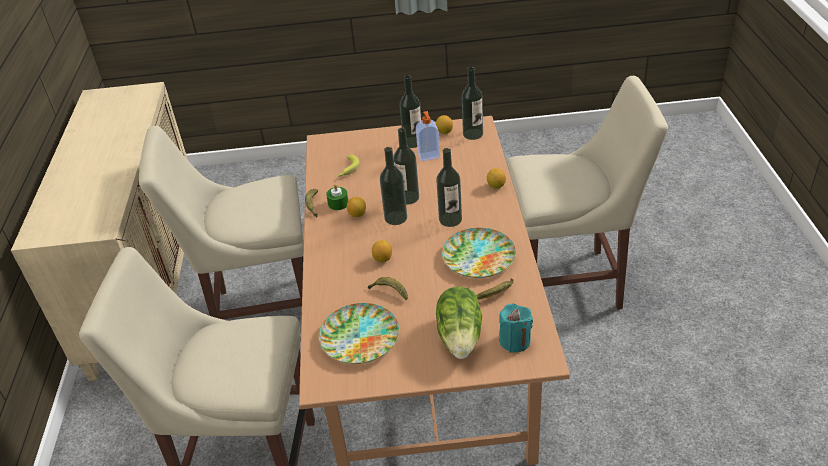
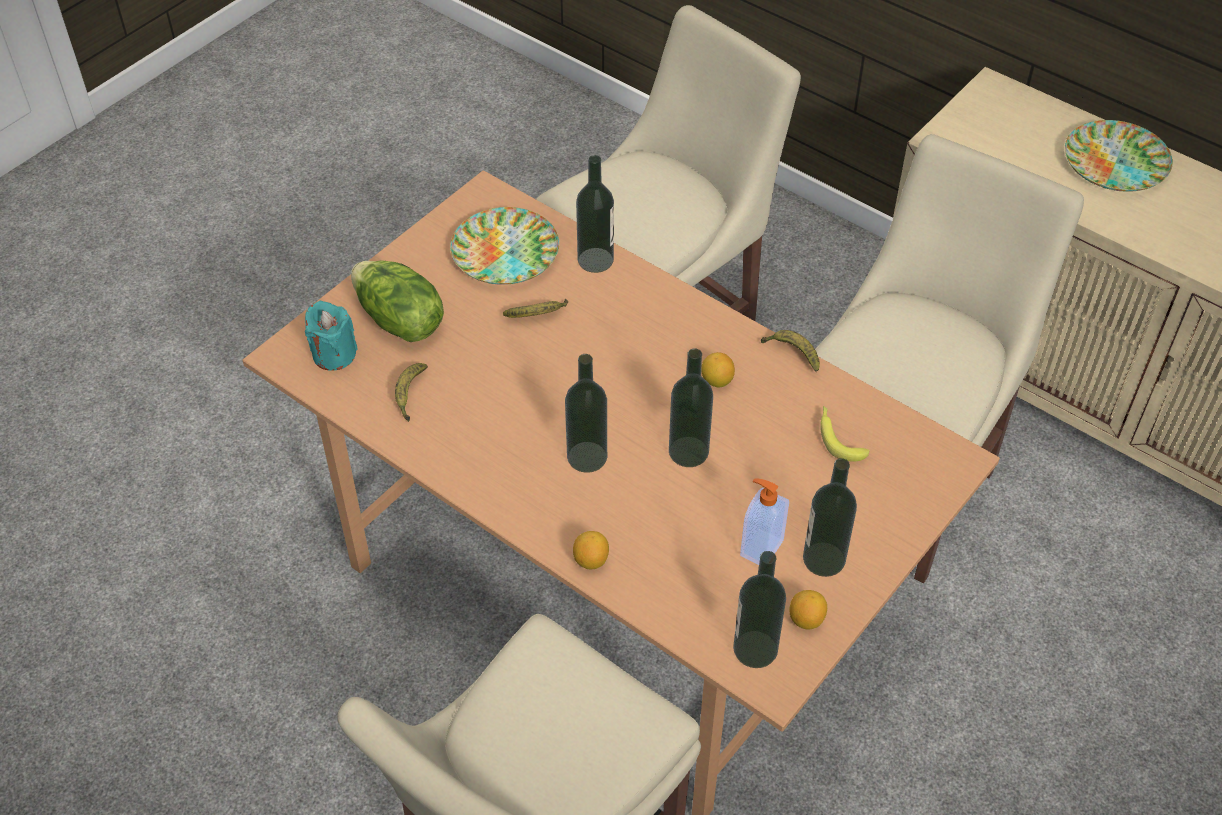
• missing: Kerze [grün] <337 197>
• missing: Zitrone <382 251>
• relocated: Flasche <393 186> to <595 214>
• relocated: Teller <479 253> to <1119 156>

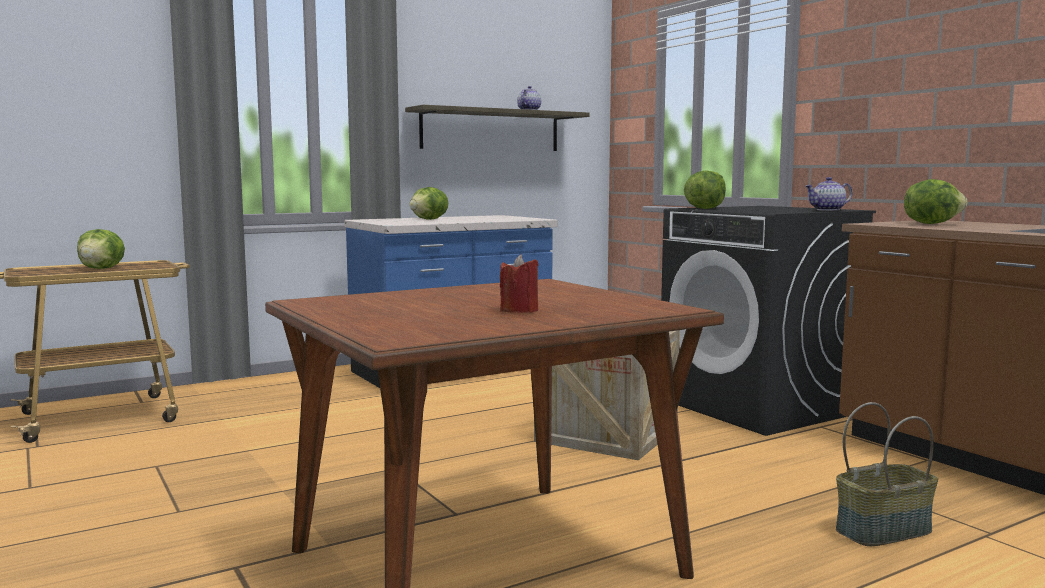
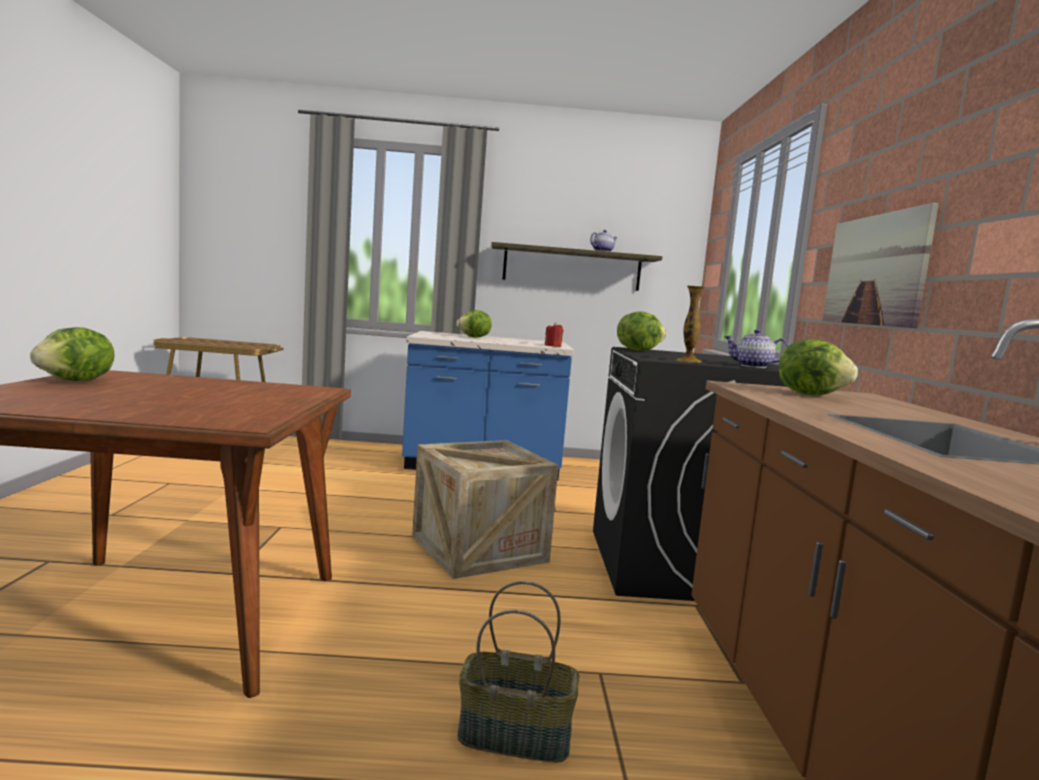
• appeared: Vase <690 324>
• appeared: Bild <880 265>
• relocated: Salatkopf <101 249> to <72 354>
• relocated: Kerze [rot] <519 284> to <554 335>

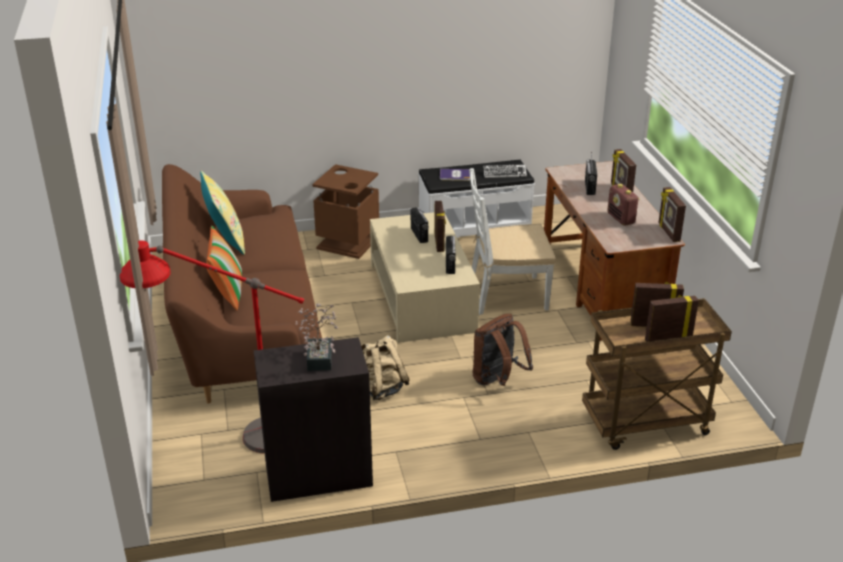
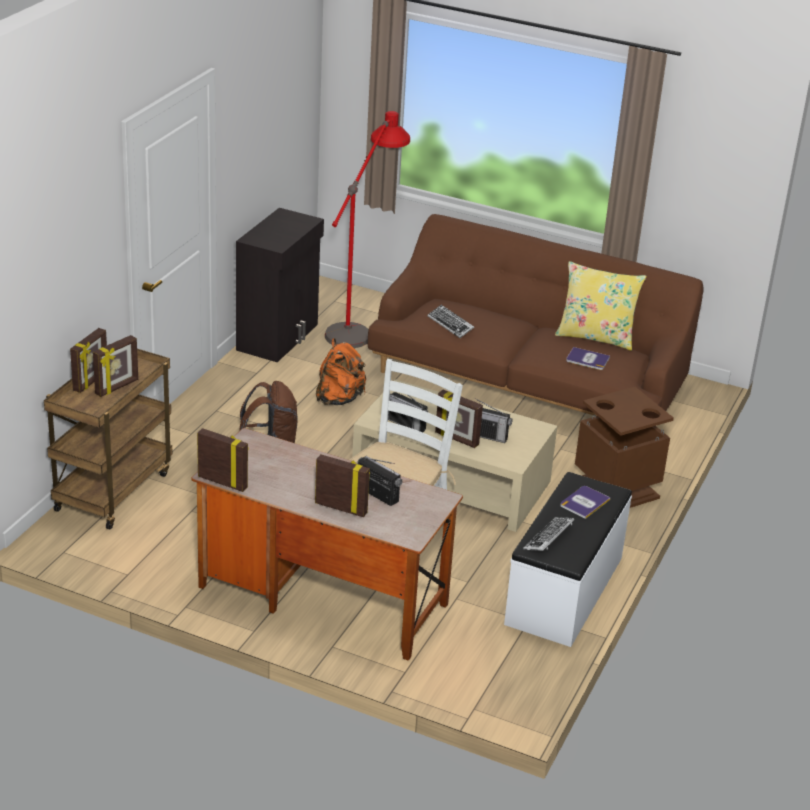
• missing: Kissen <224 268>
• missing: Topfpflanze <317 337>
• missing: Radio <623 205>
• appeared: Tastatur <451 321>
• appeared: Buch <588 358>
• colour: Rucksack [beige] <385 367> to Rucksack [orange] <341 371>

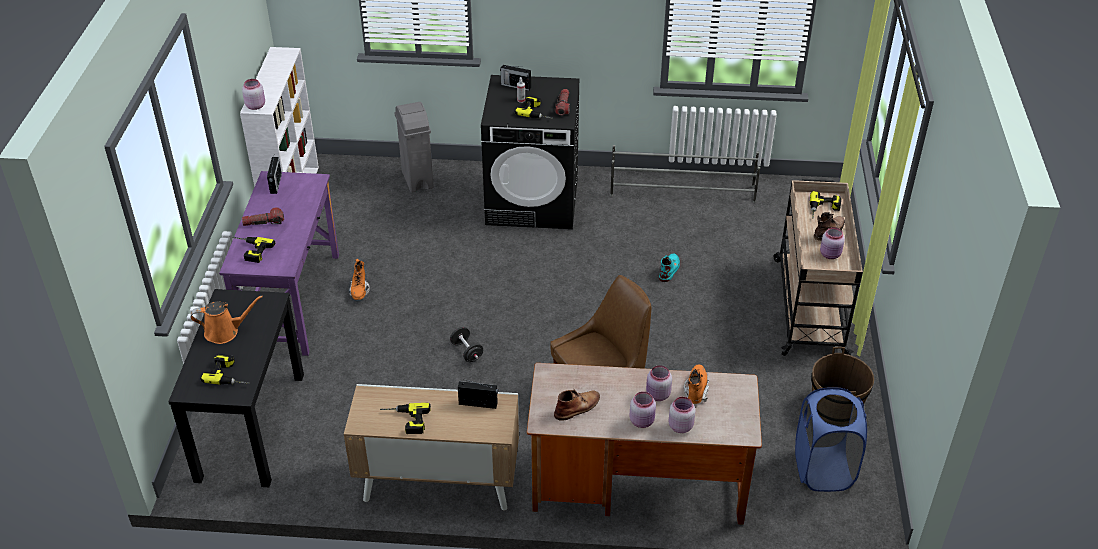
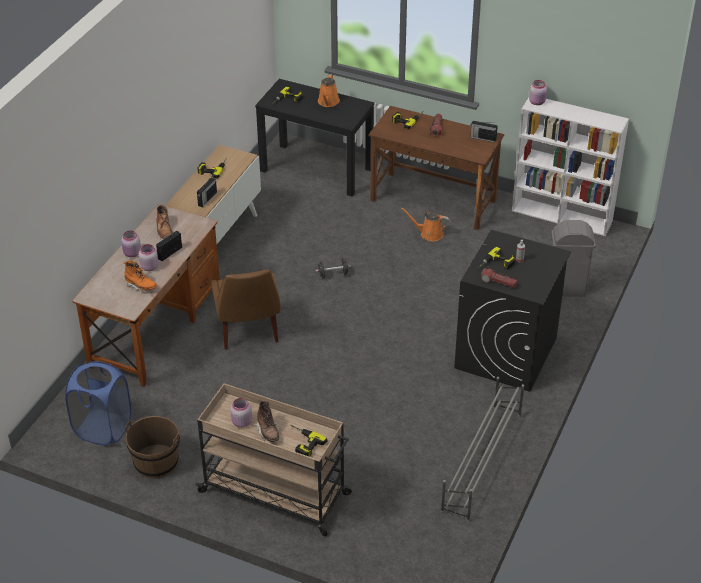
• missing: Stiefel [türkis] <669 268>
• missing: Vorratsglas [rosa] <682 415>
• relocated: Radio <515 78> to <169 246>
• exchanged: Stiefel [orange] <359 279> to Gießkanne [orange] <425 224>
• colour: Schreibtisch [lila] <279 263> to Schreibtisch [braun] <436 168>

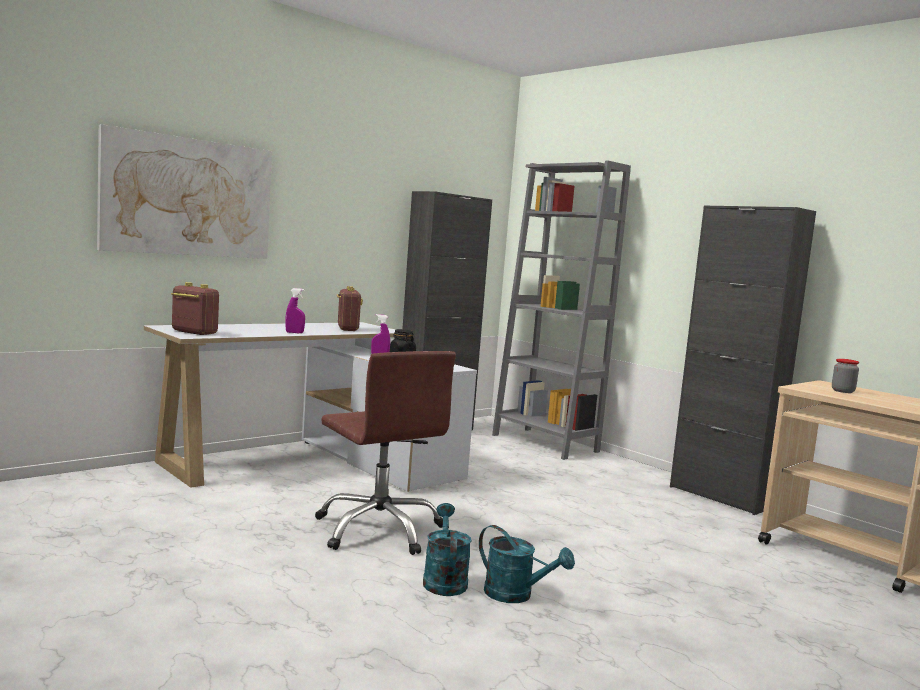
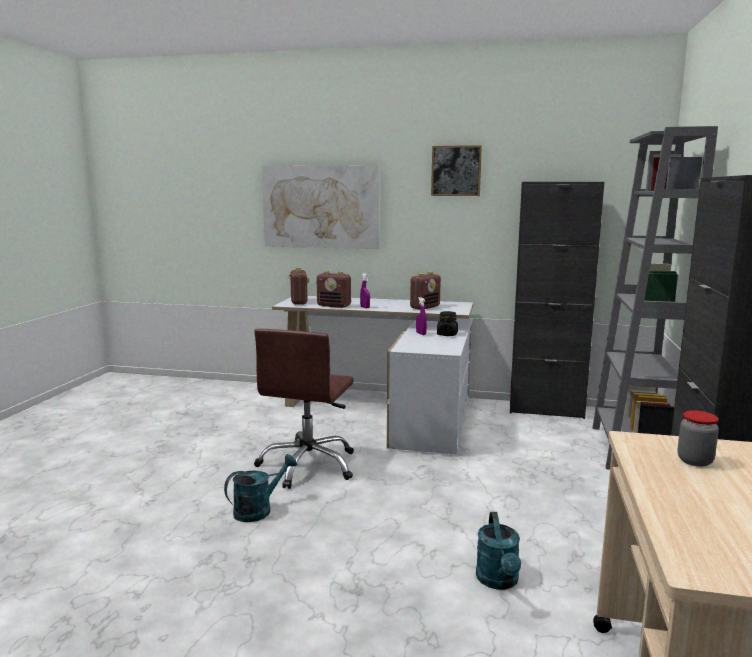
• appeared: Radio <334 289>
• appeared: Bild <456 170>
• relocated: Gießkanne [türkis] <527 564> to <498 551>

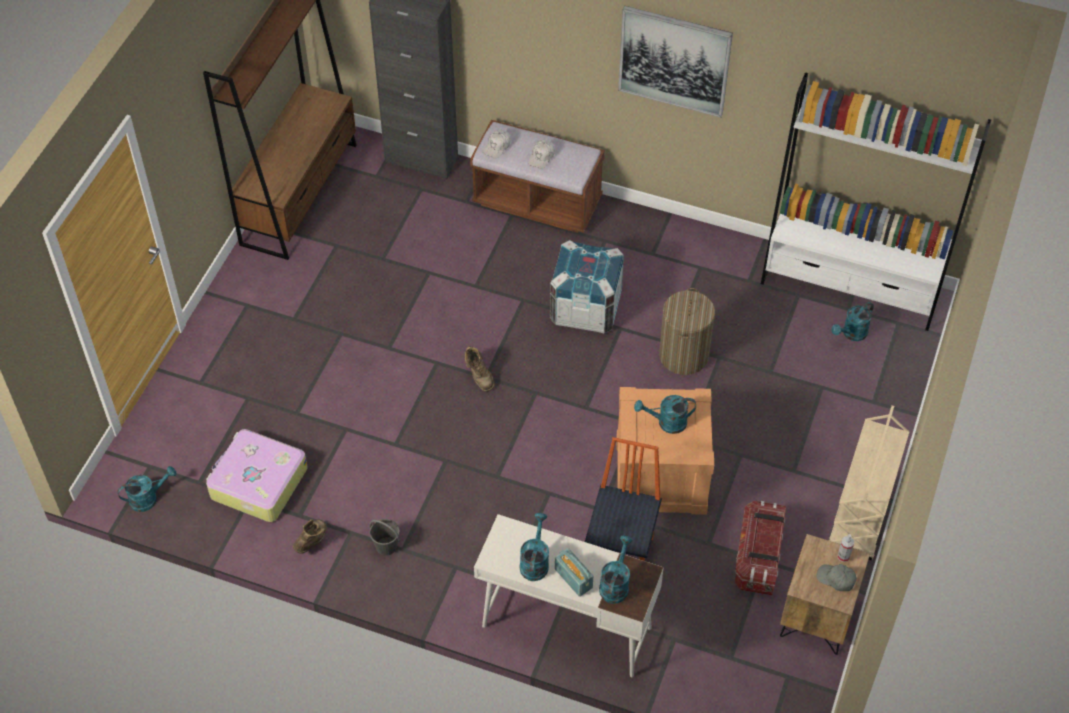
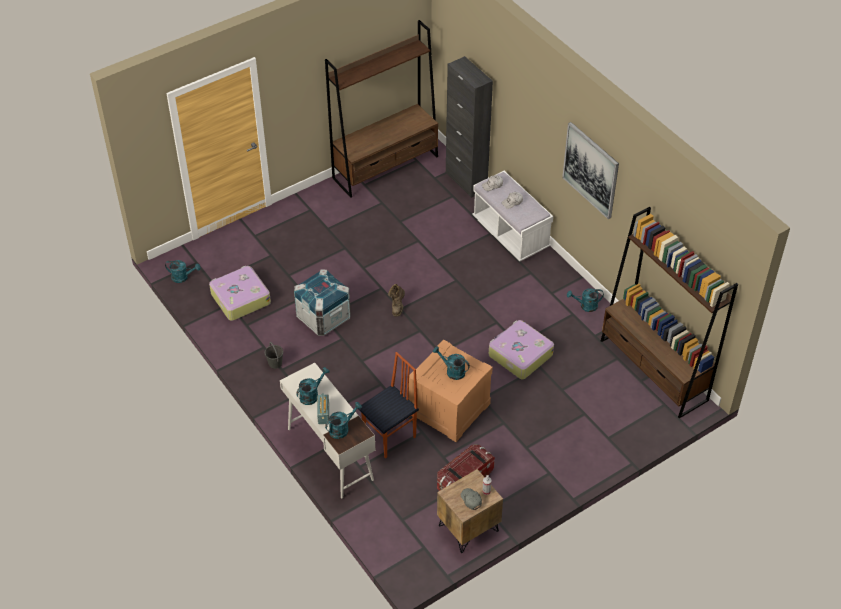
• missing: Stiefel [braun] <310 536>
• missing: Rollwagen [beige] <868 483>
• relocated: Kiste <587 286> to <322 303>
• relocated: Gießkanne [türkis] <852 321> to <585 300>
• exchanged: Wäschekorb <687 331> to Koffer <521 349>
• colour: Bank [braun] <537 176> to Bank [weiß] <512 216>
• colour: Bücherregal [weiß] <876 202> to Bücherregal [braun] <669 313>

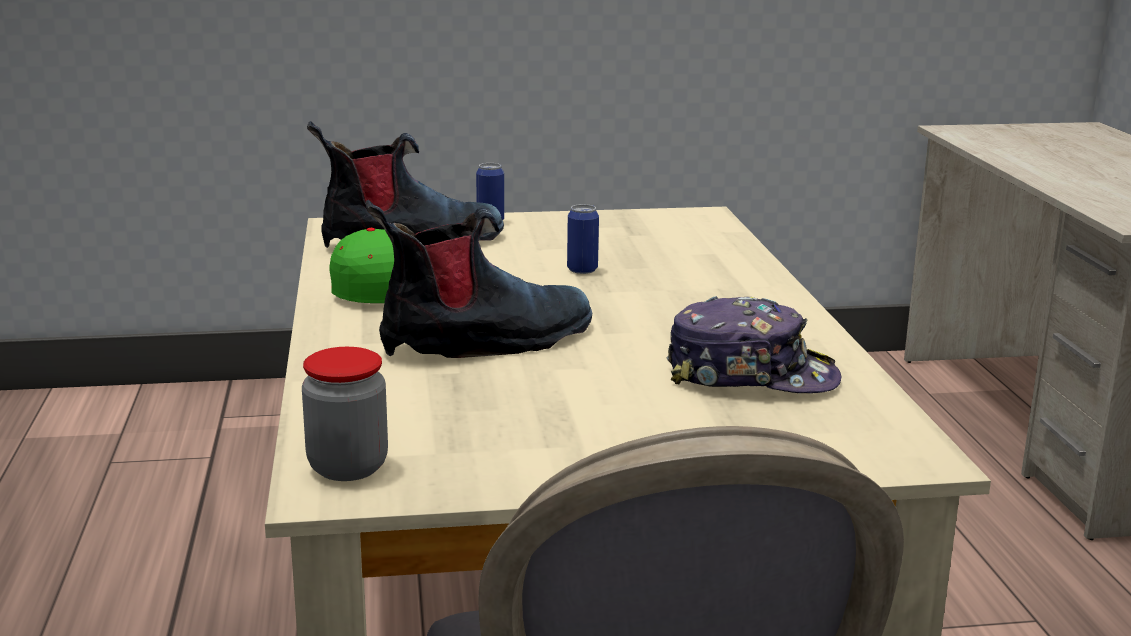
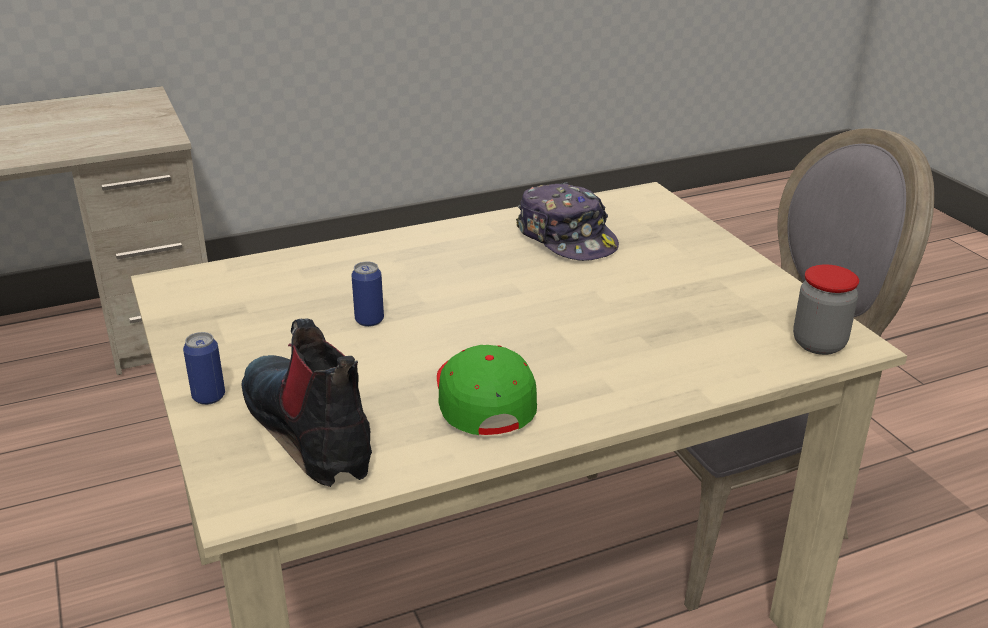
• missing: Stiefel <479 279>
• spun: Kappe <754 344> = <567 221> 150 degrees clockwise

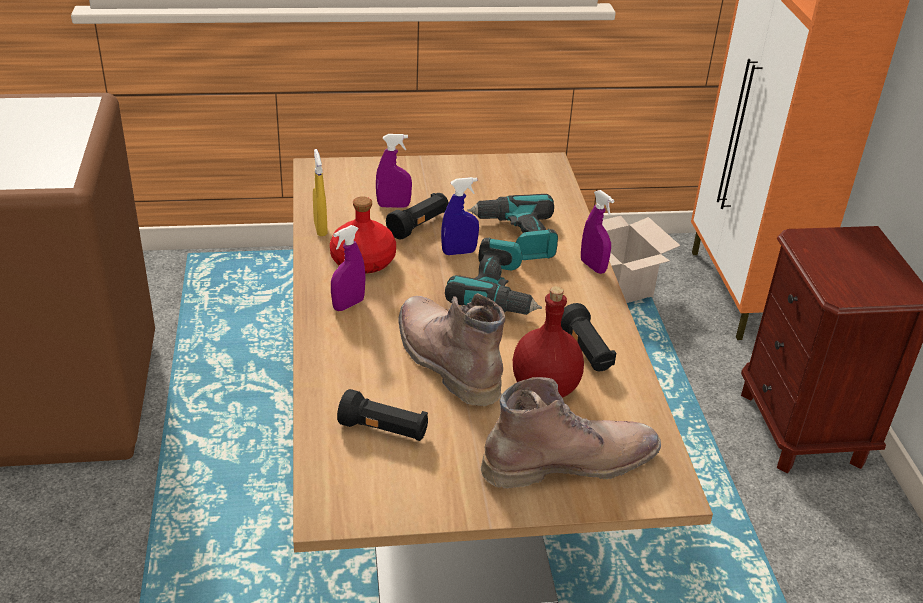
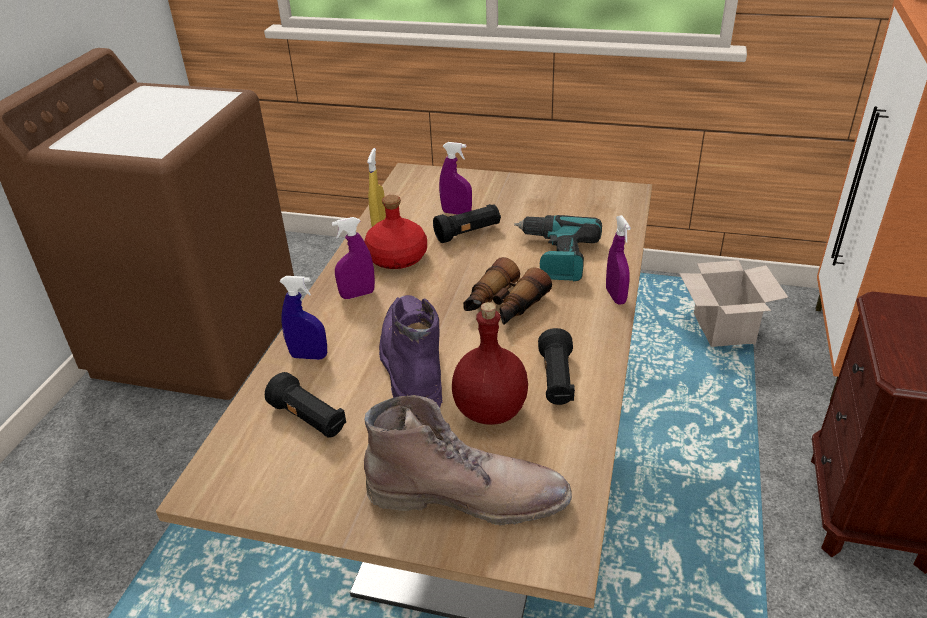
• relocated: Sprühflasche [blau] <460 216> to <303 318>
• exchanged: Bohrmaschine <493 276> to Fernglas <507 291>
• colour: Stiefel [braun] <451 349> to Stiefel [lila] <411 351>

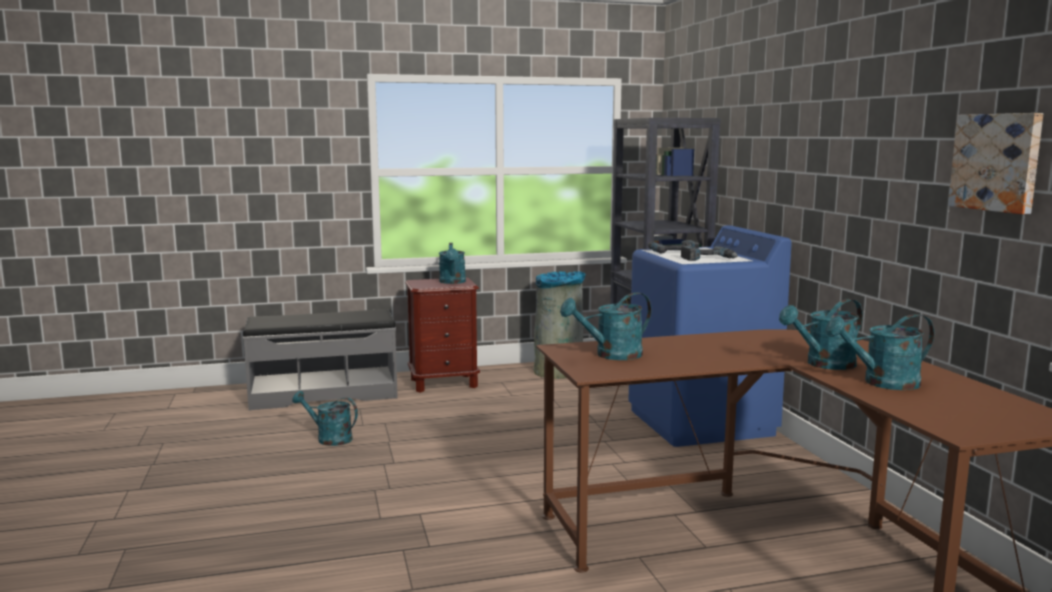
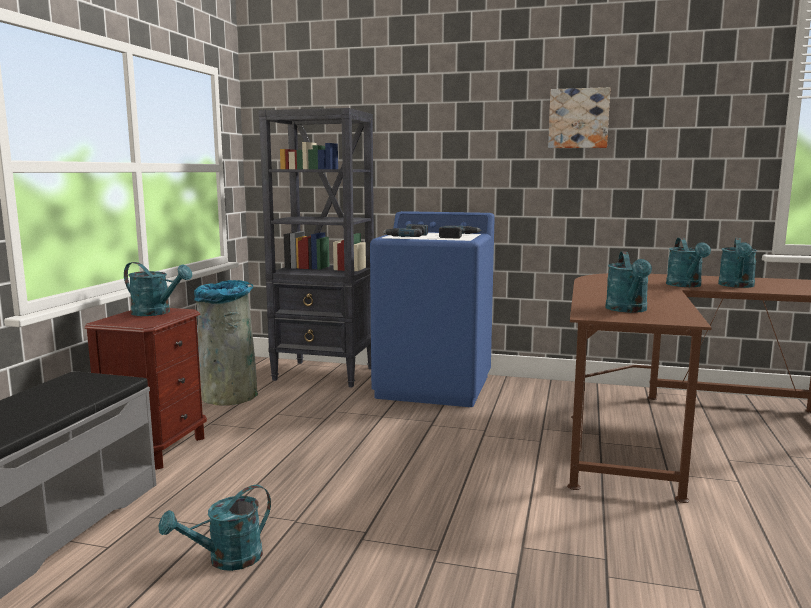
• relocated: Bild <995 163> to <579 117>

